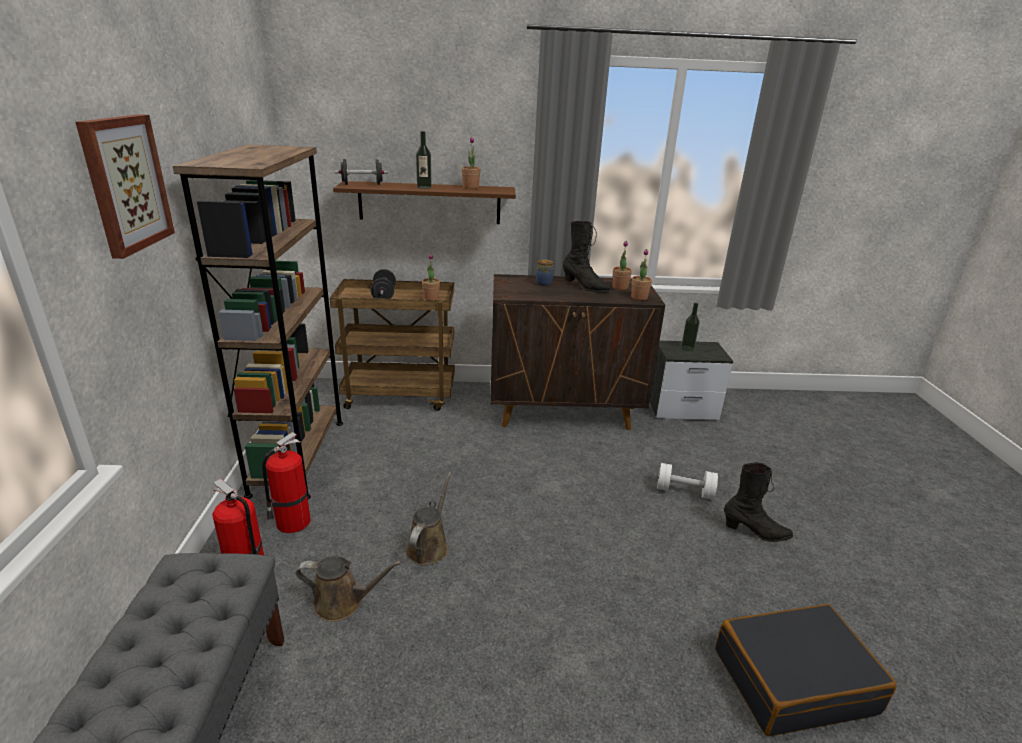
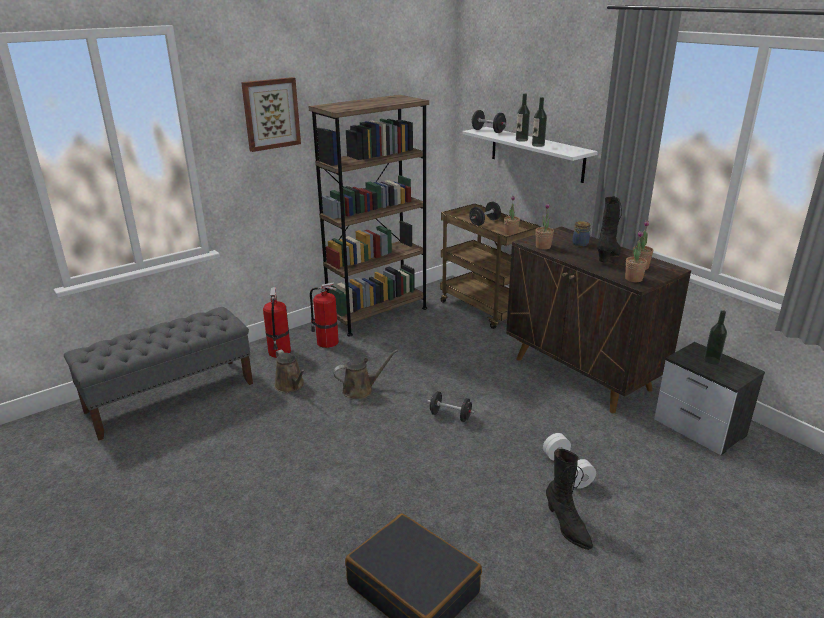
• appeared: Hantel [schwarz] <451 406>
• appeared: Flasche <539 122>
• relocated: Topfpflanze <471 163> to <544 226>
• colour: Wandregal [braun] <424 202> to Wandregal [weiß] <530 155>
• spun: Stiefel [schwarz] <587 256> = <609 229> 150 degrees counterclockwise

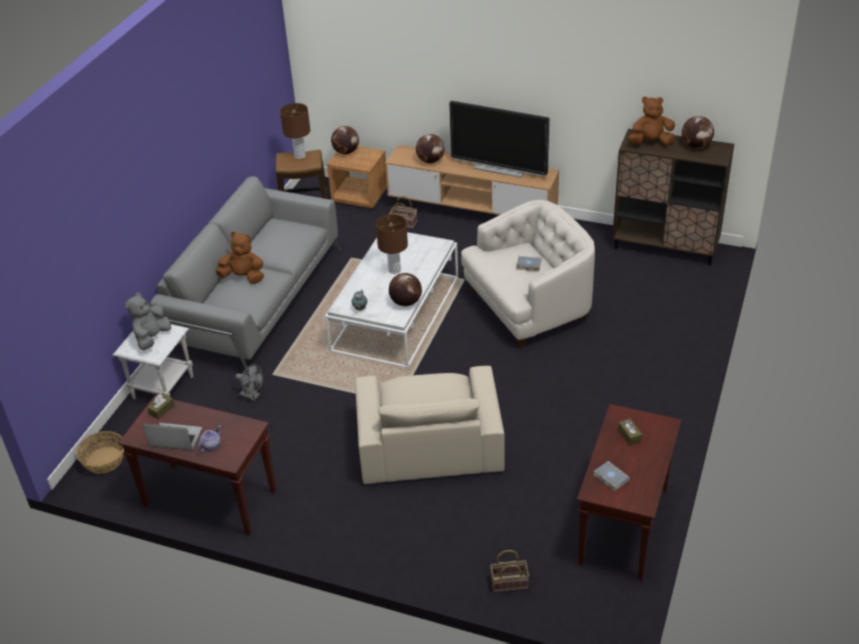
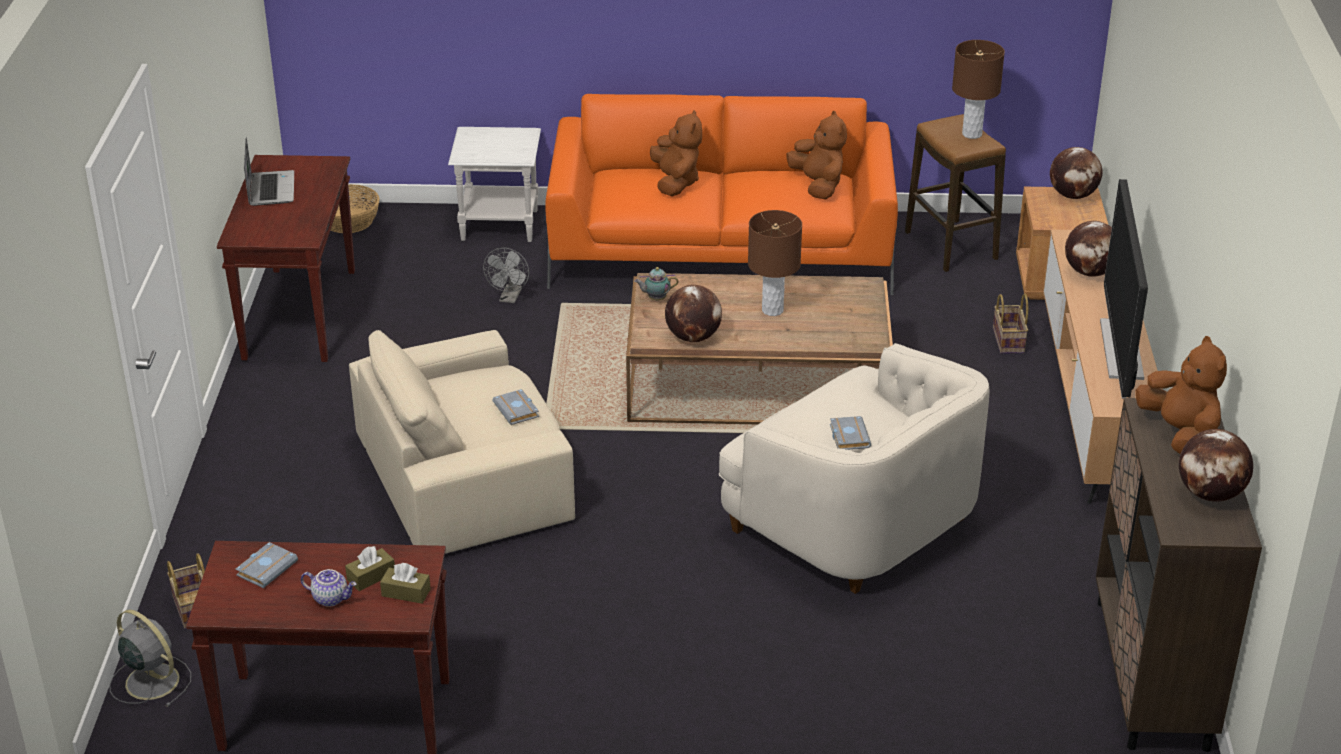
• missing: Plüschtier [grau] <148 321>
• appeared: Ventilator [grau] <150 658>
• appeared: Buch [grau] <516 407>
• appeared: Plüschtier [braun] <816 155>
• relocated: Taschentuchbox [braun] <161 406> to <405 583>
• relocated: Teekanne <209 438> to <329 588>
• colour: Sofa [grau] <245 276> to Sofa [orange] <721 194>
• colour: Couchtisch [weiß] <391 300> to Couchtisch [braun] <759 349>

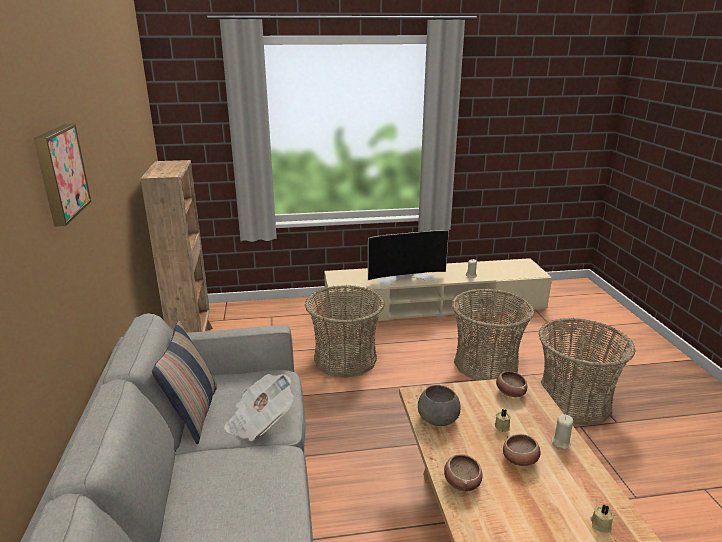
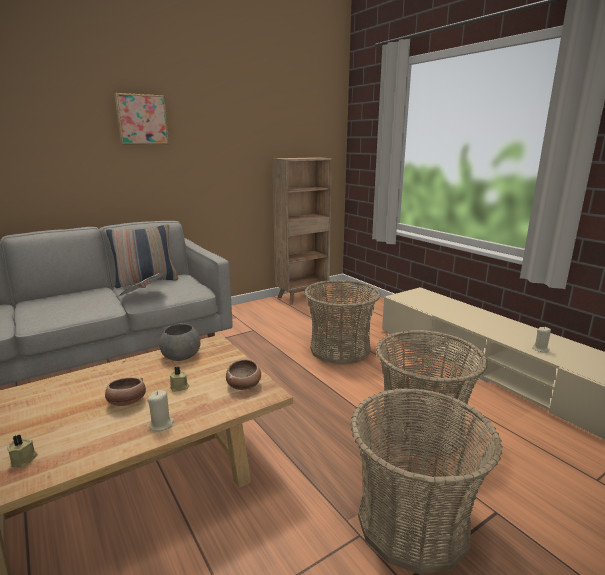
• missing: Fernseher <408 258>
• missing: Schüssel <463 472>

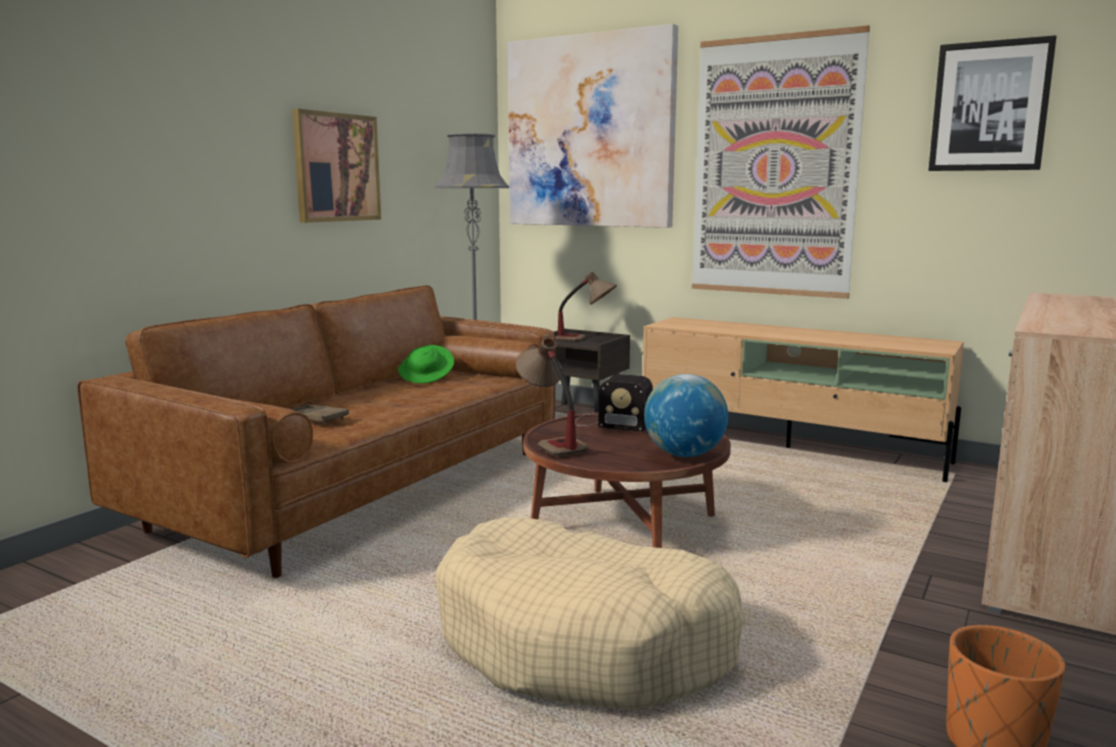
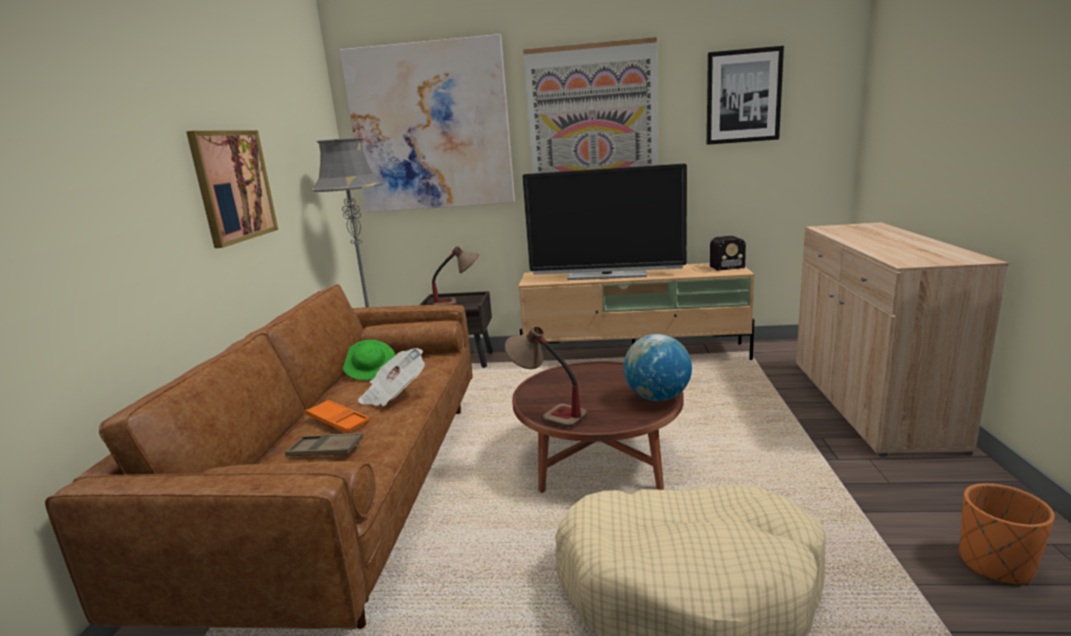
• appeared: Tablett [orange] <337 416>
• appeared: Zeitung <391 377>
• appeared: Fernseher <604 222>
• relocated: Radio <614 403> to <719 254>

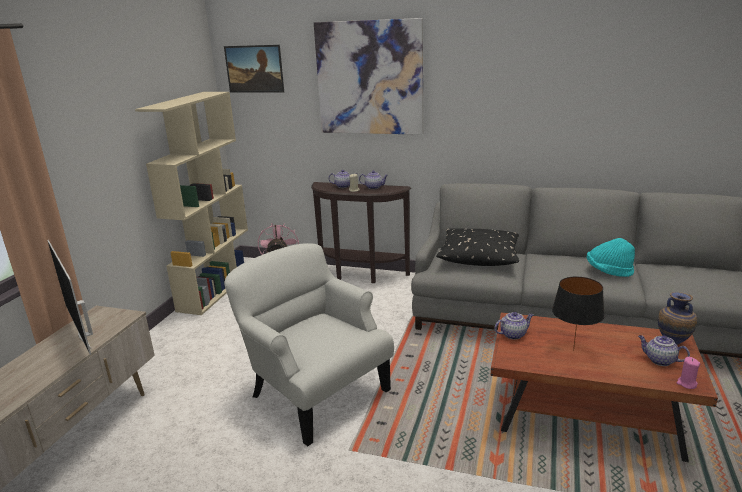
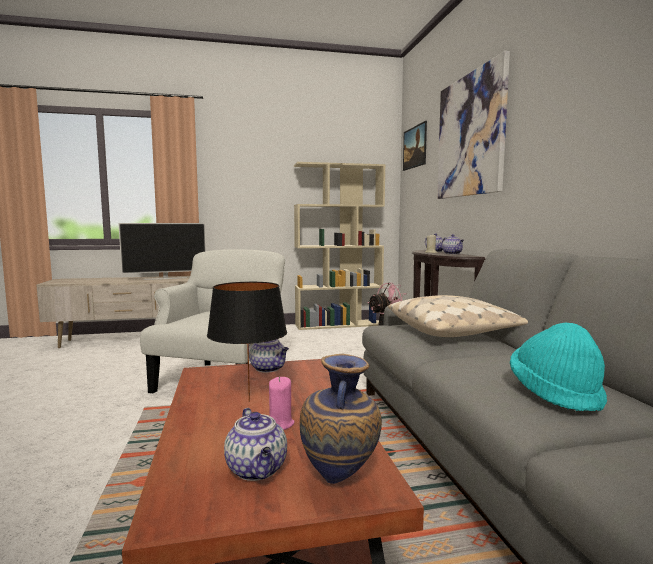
• relocated: Kerze [rosa] <688 373> to <281 403>
• colour: Kissen [schwarz] <477 247> to Kissen [beige] <458 316>
• spun: Fernseher <70 297> = <162 251> 135 degrees counterclockwise
• spun: Teekanne <664 350> = <255 444> 150 degrees clockwise

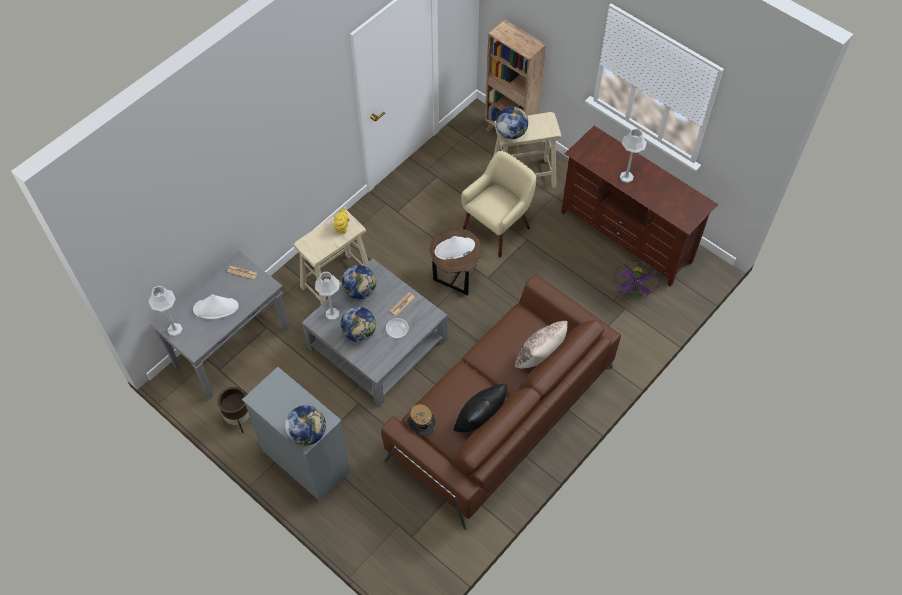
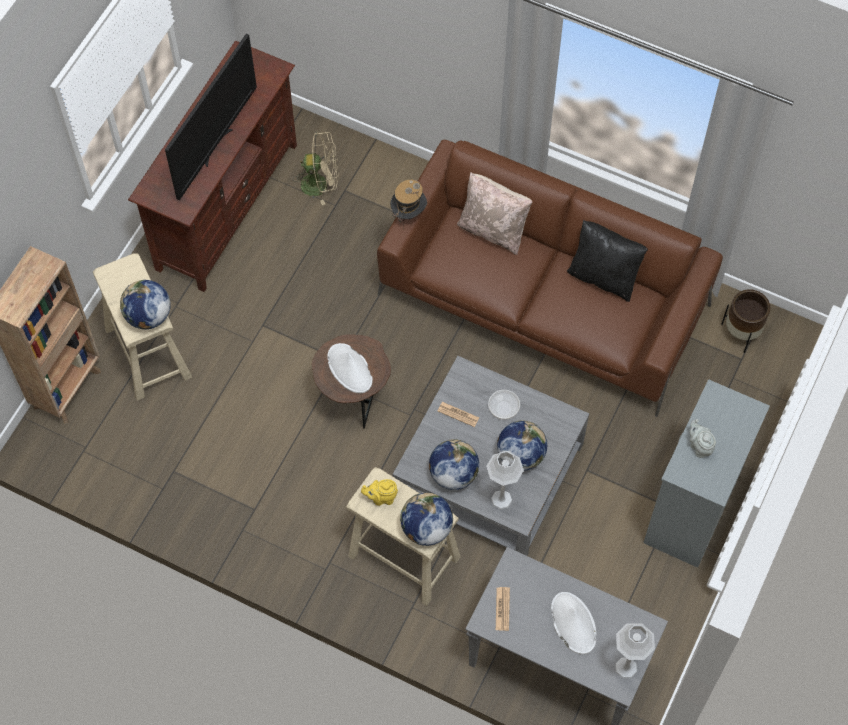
• missing: Sessel [beige] <498 204>
• appeared: Teekanne [grau] <702 438>
• relocated: Pflanzkübel [braun] <234 410> to <745 321>
• relocated: Globus <305 425> to <426 519>
• relocated: Hut <421 419> to <408 204>
• exchanged: Tischlampe [grau] <633 155> to Fernseher <211 117>
• colour: Ventilator [lila] <637 280> to Ventilator [beige] <316 168>

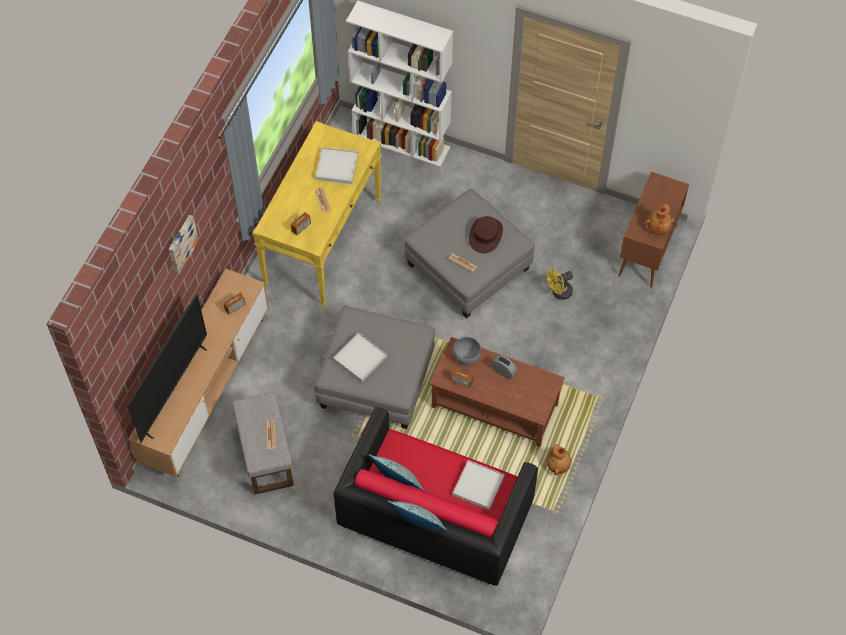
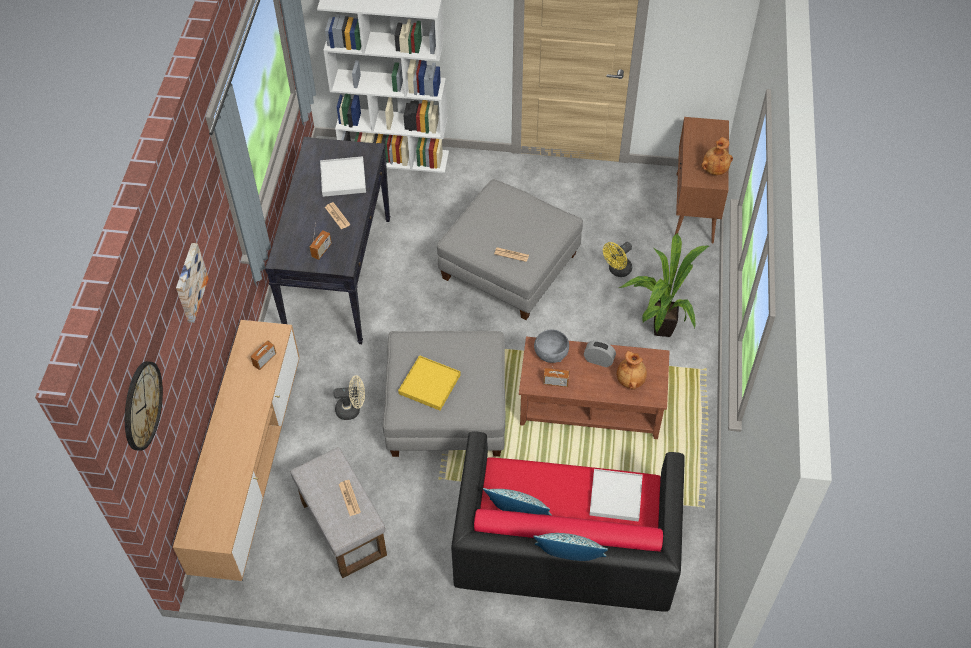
• missing: Fernseher <167 369>
• missing: Hut [braun] <486 234>
• appeared: Wanduhr <144 406>
• appeared: Ventilator [beige] <349 397>
• appeared: Topfpflanze <663 285>
• relocated: Vase [braun] <559 459> to <632 370>
• colour: Konsolentisch [gelb] <317 214> to Konsolentisch [schwarz] <327 240>
• colour: Tablett [weiß] <360 357> to Tablett [gelb] <429 383>

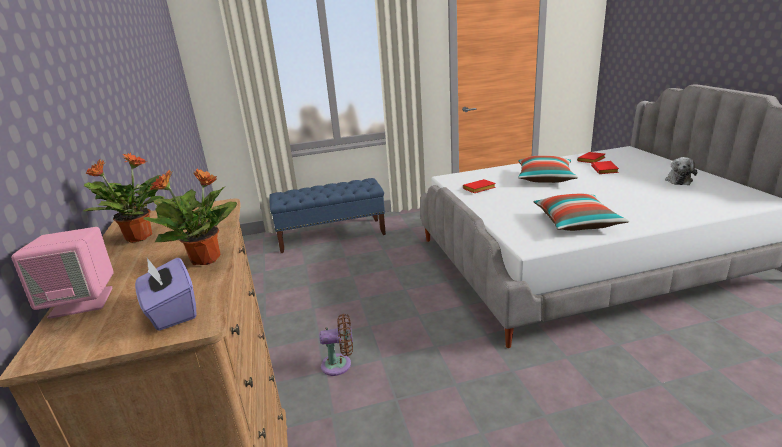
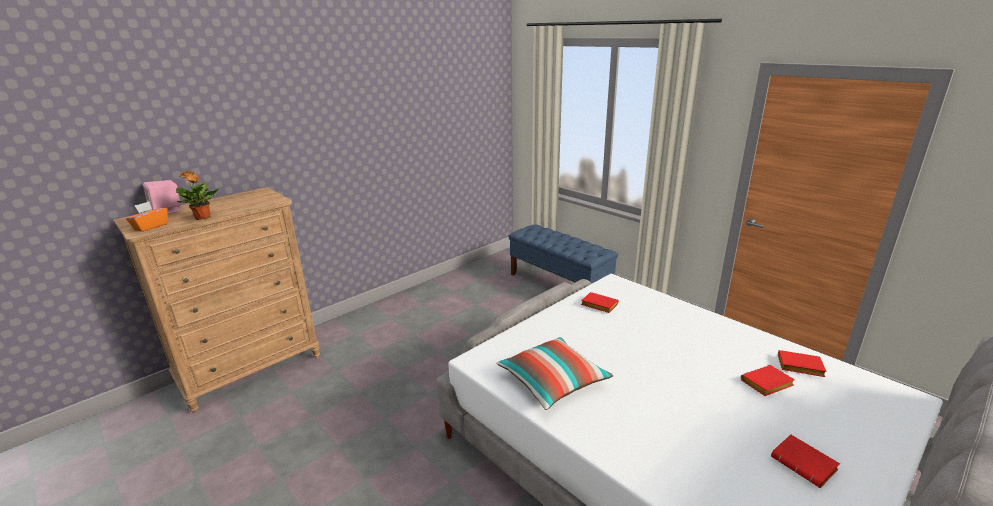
• missing: Topfpflanze <124 197>
• missing: Ventilator [braun] <336 345>
• missing: Kissen <548 169>
• exchanged: Plüschtier <681 171> to Buch [rot] <805 461>
• colour: Taschentuchbox [lila] <166 294> to Taschentuchbox [orange] <147 217>

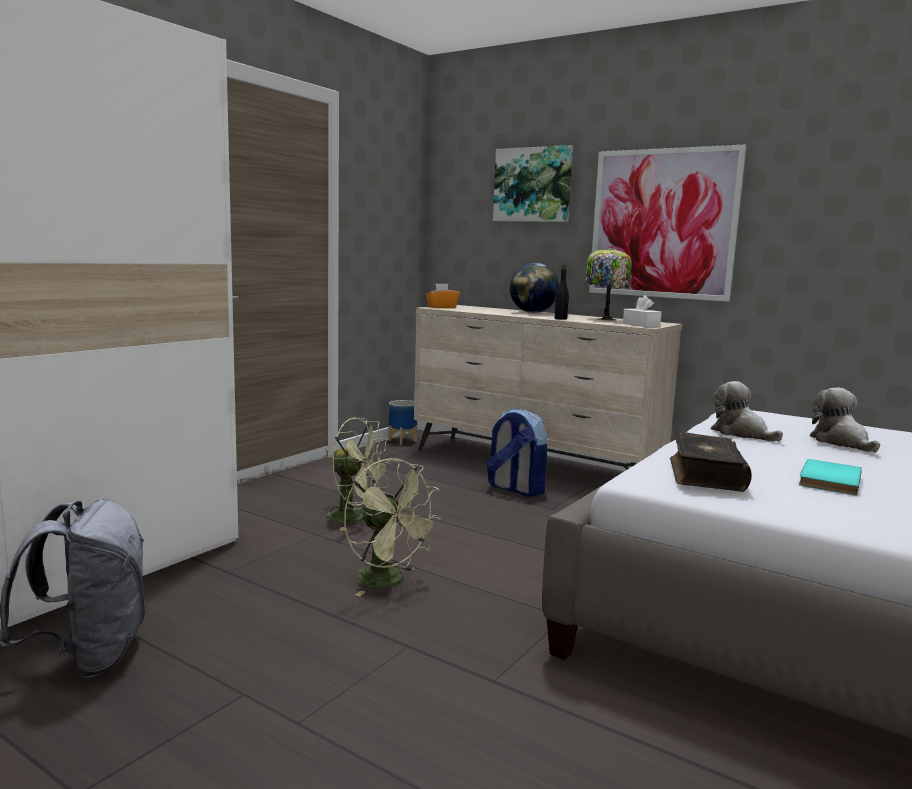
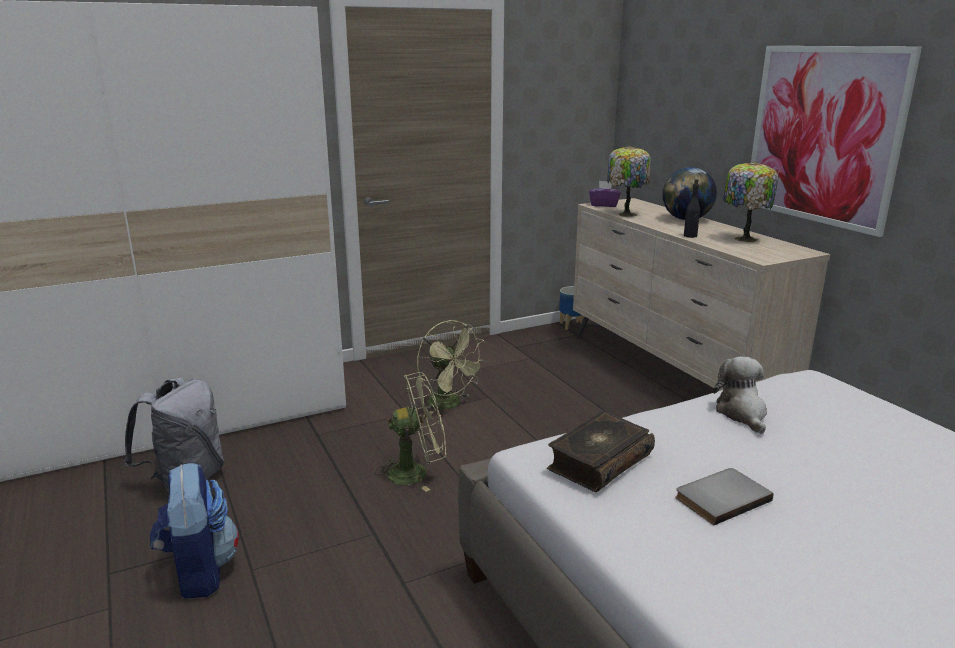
• missing: Bild <533 183>
• missing: Taschentuchbox [weiß] <642 311>
• missing: Plüschtier <845 420>
• appeared: Tischlampe <629 181>
• relocated: Rucksack <517 453> to <194 531>
• colour: Taschentuchbox [orange] <442 295> to Taschentuchbox [lila] <605 194>
• colour: Buch [türkis] <830 477> to Buch [grau] <724 496>
• spun: Ventilator [grün] <393 527> = <410 432> 90 degrees counterclockwise

